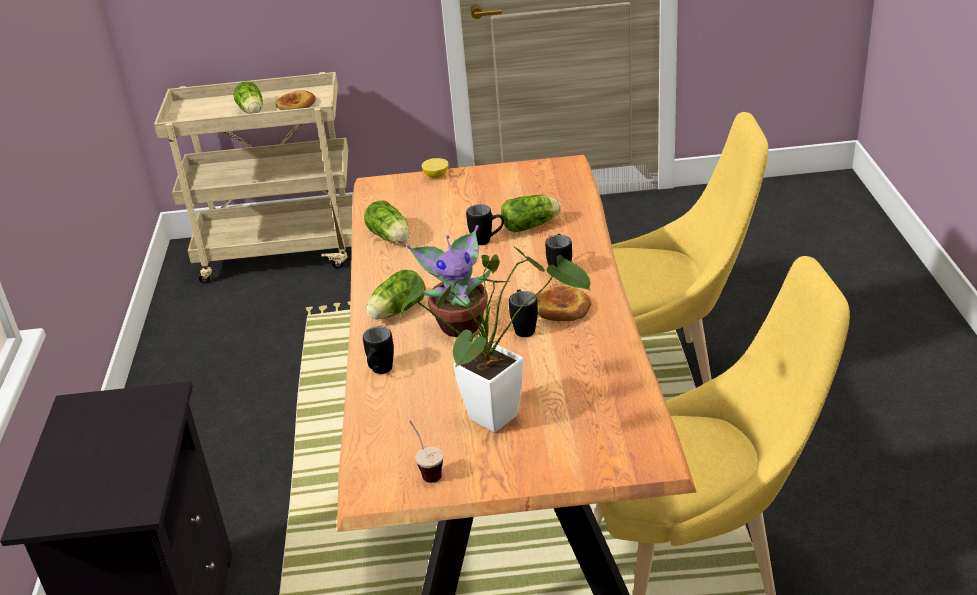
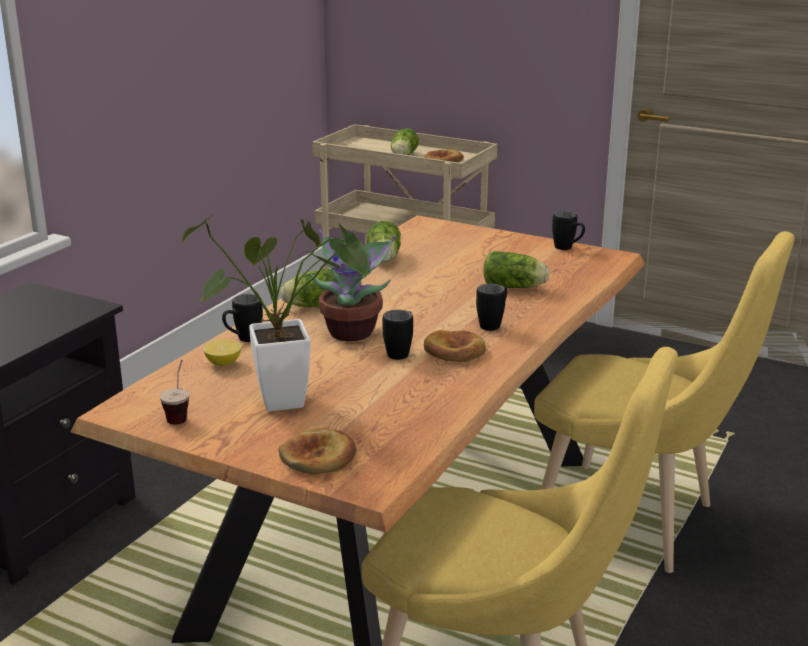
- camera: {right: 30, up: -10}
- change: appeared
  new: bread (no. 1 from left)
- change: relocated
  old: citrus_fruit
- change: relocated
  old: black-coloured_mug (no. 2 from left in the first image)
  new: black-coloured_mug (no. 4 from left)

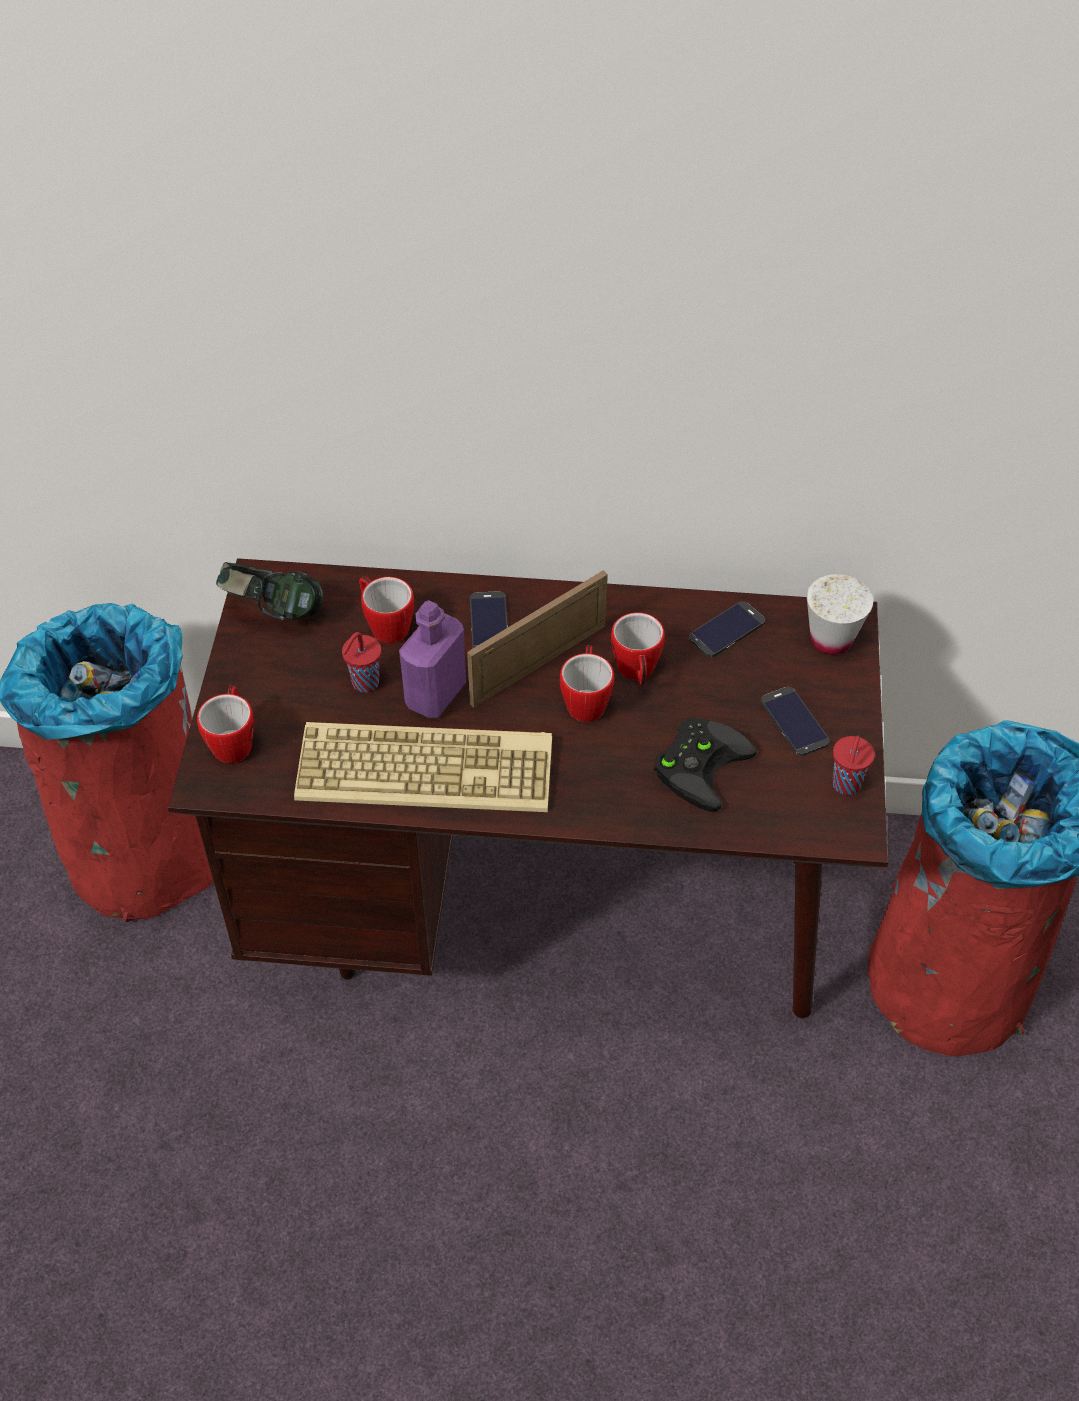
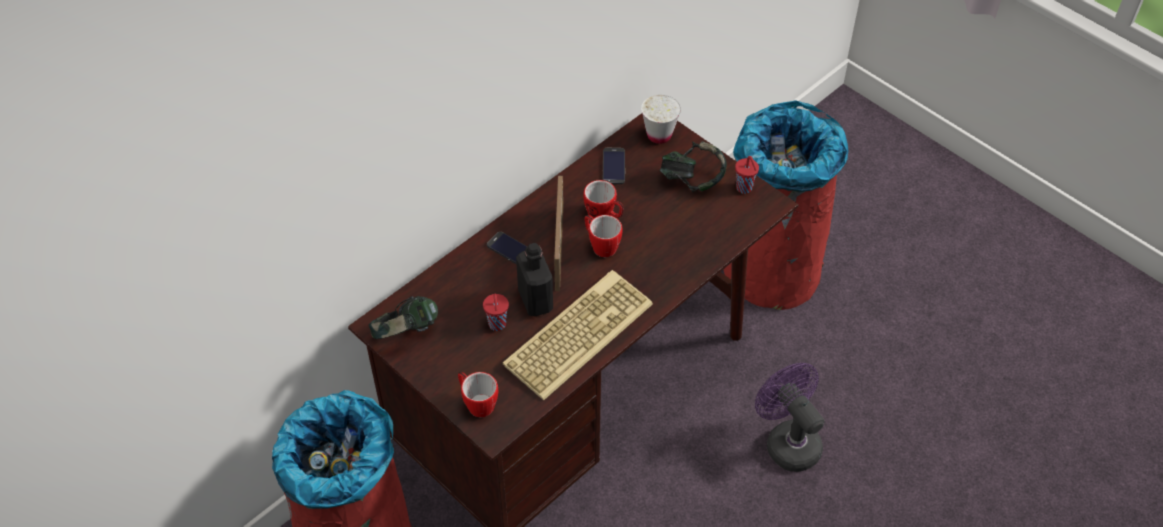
- camera: {right: -50, up: 0}
- change: missing
  old: mug (no. 2 from left)
- change: missing
  old: black-coloured_joypad
- change: appeared
  new: purple_electric_fan
- change: exchanged
  old: handset (no. 3 from left)
  new: pair_of_headphones (no. 2 from left)
- change: colour
  old: purple_beverage_bottle
  new: black-coloured_beverage_bottle

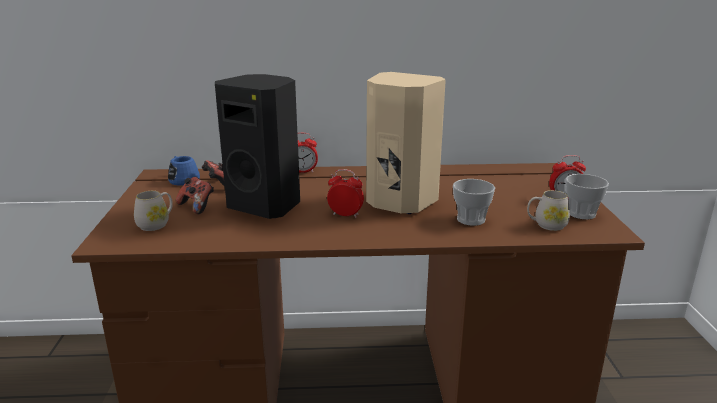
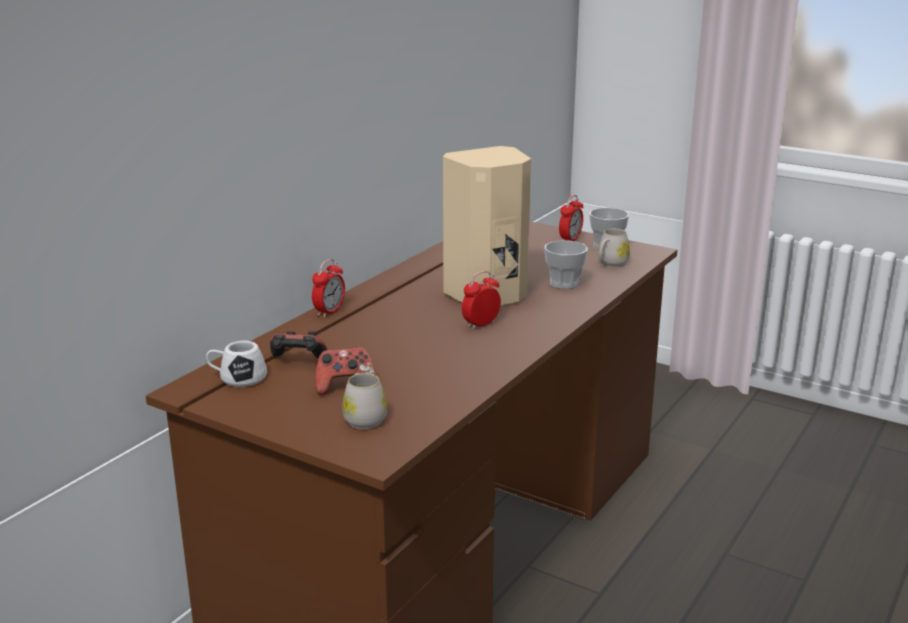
- camera: {right: -55, up: 0}
- change: missing
  old: black-coloured_audio_speaker
- change: colour
  old: blue-coloured_mug
  new: whitish_mug (no. 1 from left)

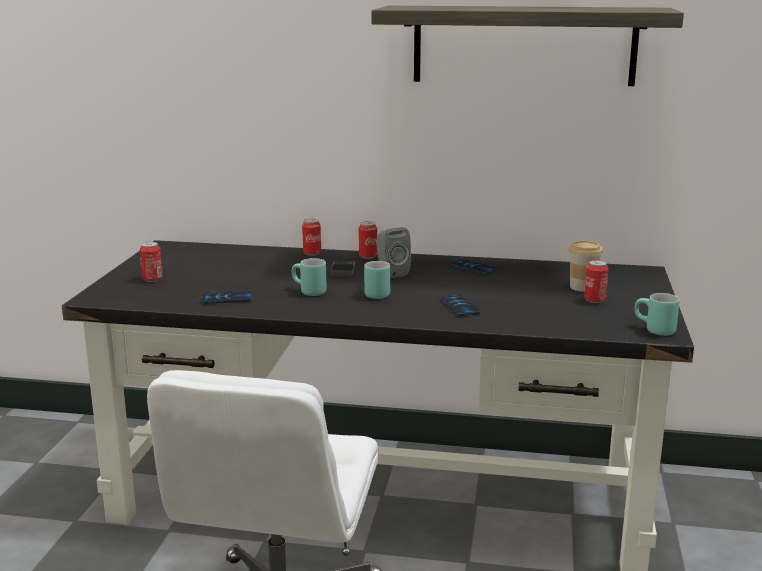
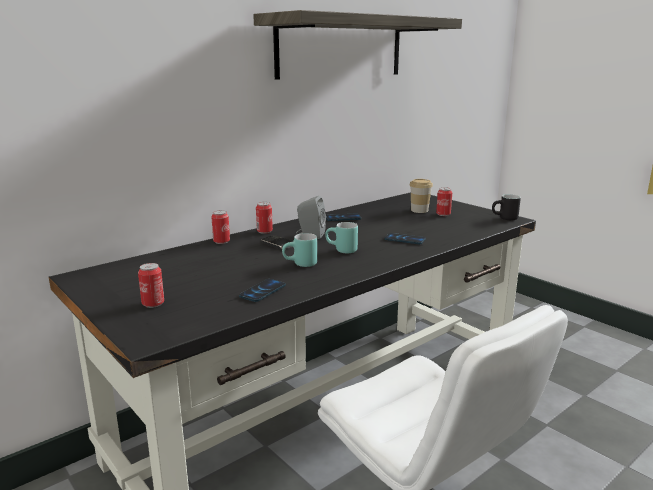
- camera: {right: -50, up: 0}
- change: colour
  old: blue-green_mug (no. 3 from left)
  new: black-coloured_mug

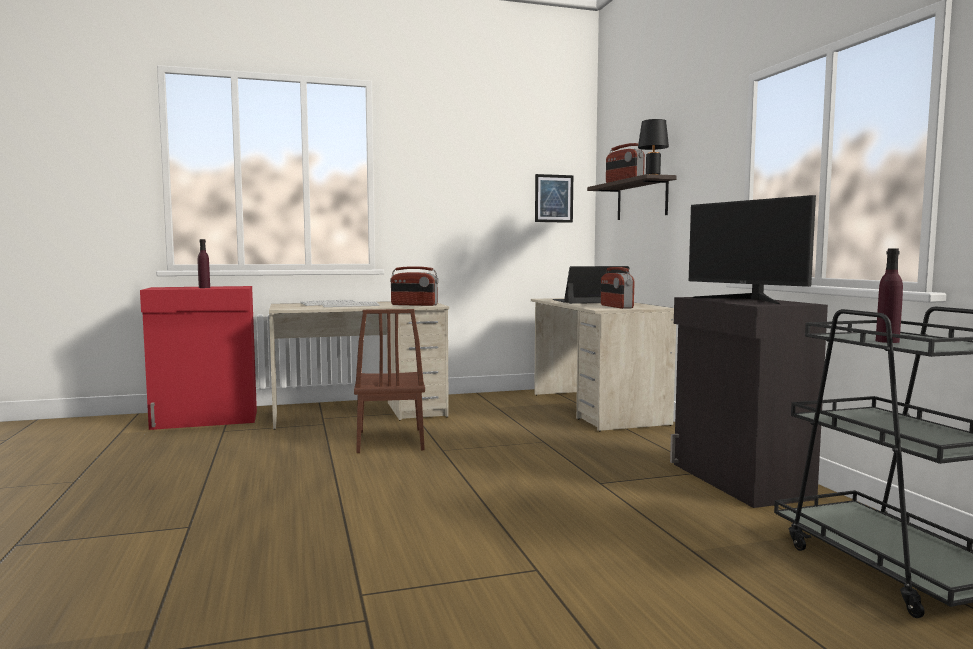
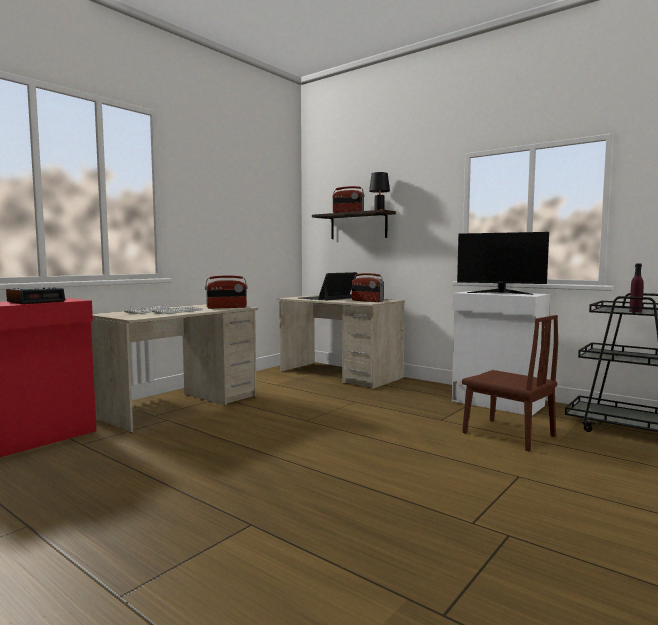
- camera: {right: -35, up: 0}
- change: missing
  old: picture
- change: relocated
  old: brown-coloured_plain_chair
- change: exchanged
  old: purple_beverage_bottle (no. 1 from left)
  new: bedside_clock
- change: colour
  old: black-coloured_cupboard
  new: whitish_cupboard

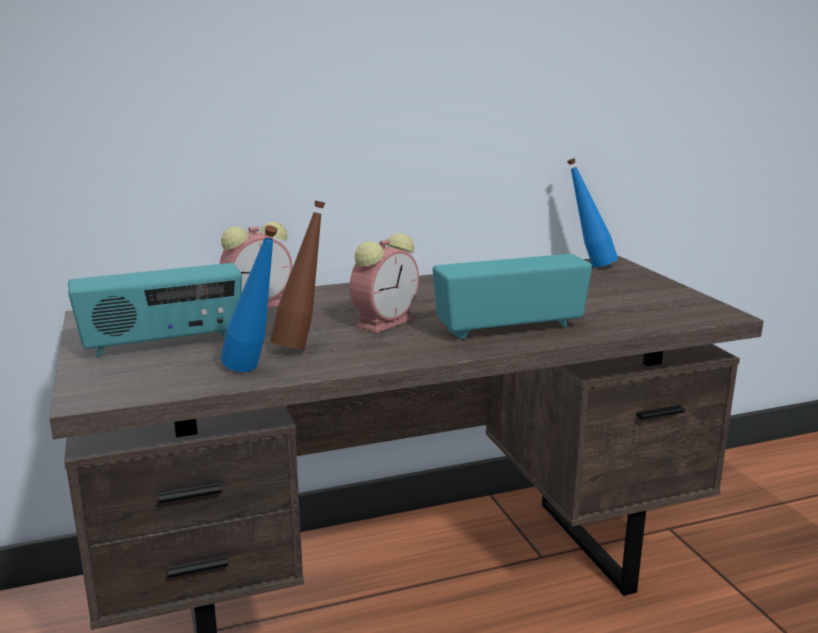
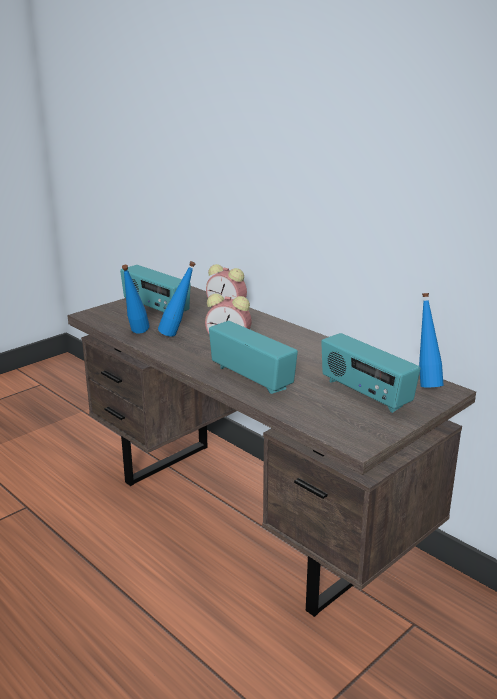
- camera: {right: 65, up: 5}
- change: appeared
  new: radio_receiver (no. 3 from left)
- change: colour
  old: brown-coloured_beverage_bottle
  new: blue-coloured_beverage_bottle (no. 2 from left)

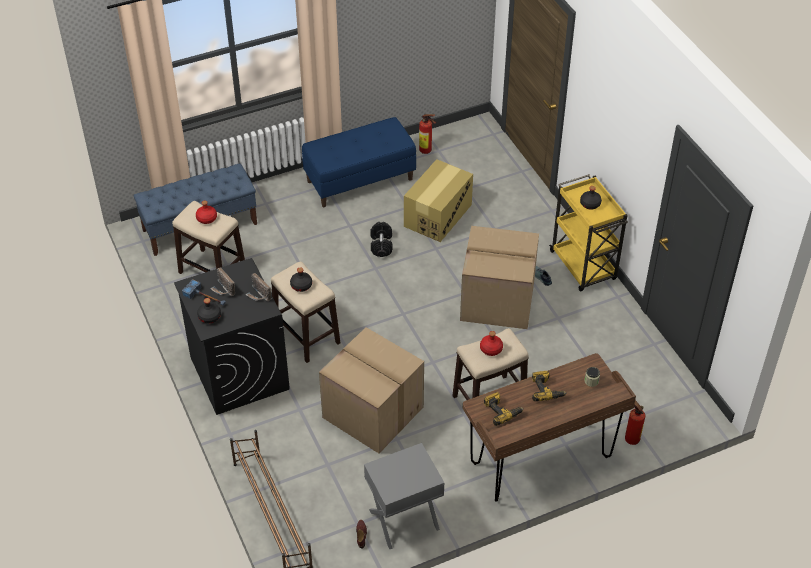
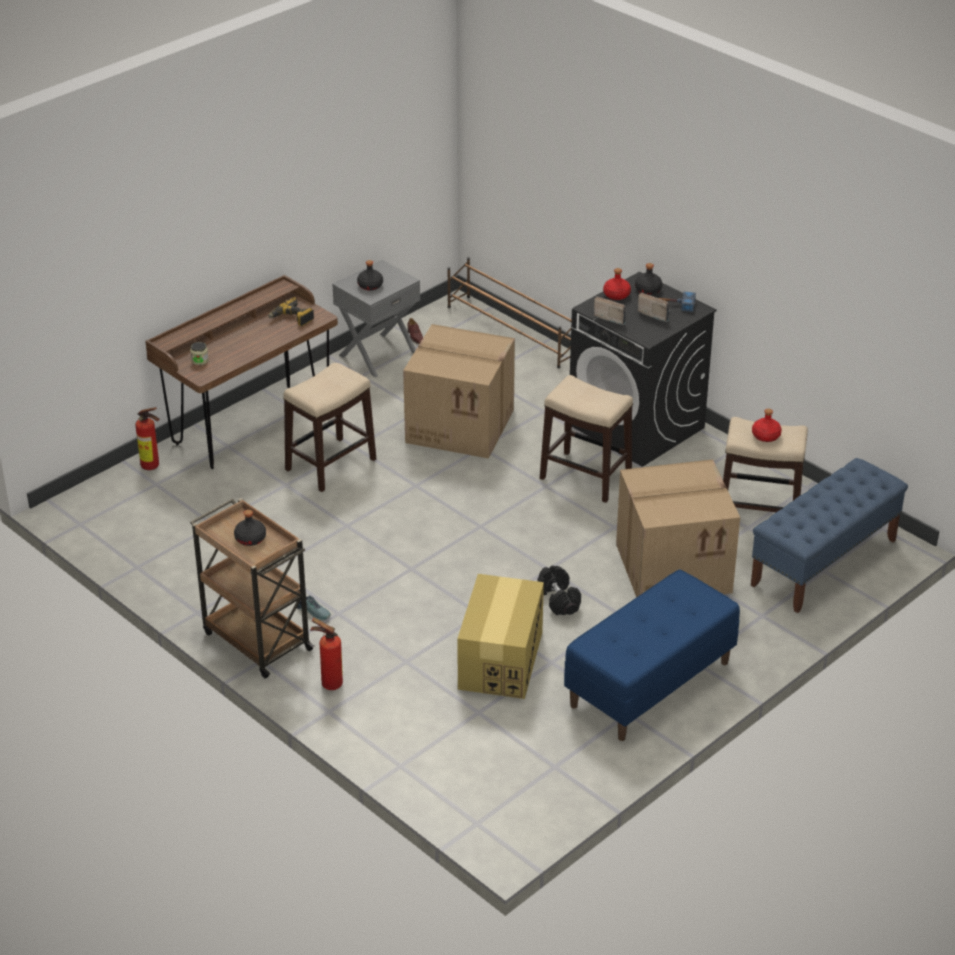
- camera: {right: 160, up: -10}
- change: missing
  old: power_drill (no. 2 from left)
- change: relocated
  old: black-coloured_beverage_bottle (no. 2 from left)
- change: relocated
  old: fire_extinguisher (no. 1 from left in the first image)
  new: fire_extinguisher (no. 2 from left)
- change: relocated
  old: carton (no. 3 from left)
- change: relocated
  old: red-coloured_beverage_bottle (no. 2 from left in the first image)
  new: red-coloured_beverage_bottle (no. 1 from left)
- change: colour
  old: yellow-coloured_wheeled_cart
  new: brown-coloured_wheeled_cart

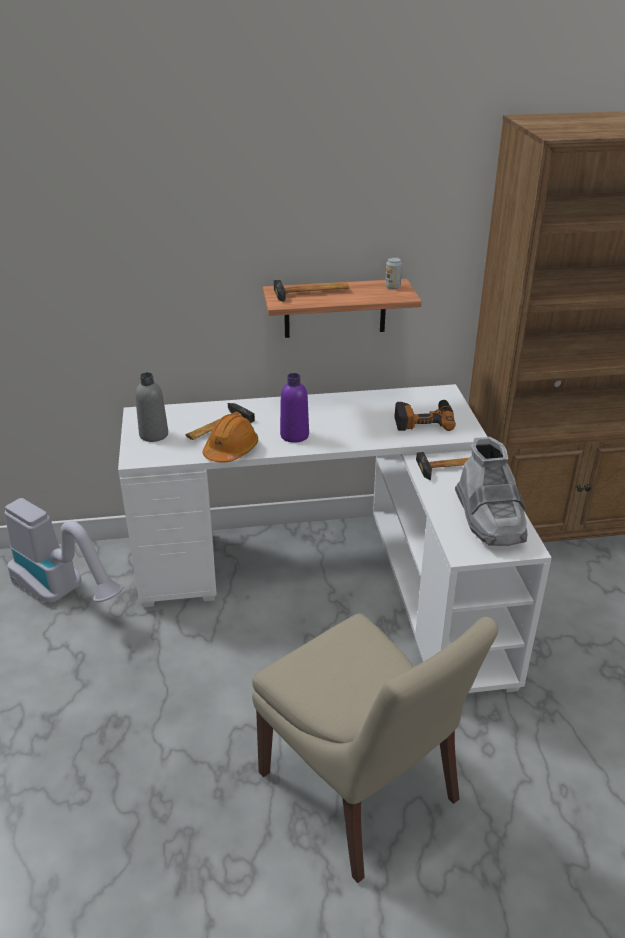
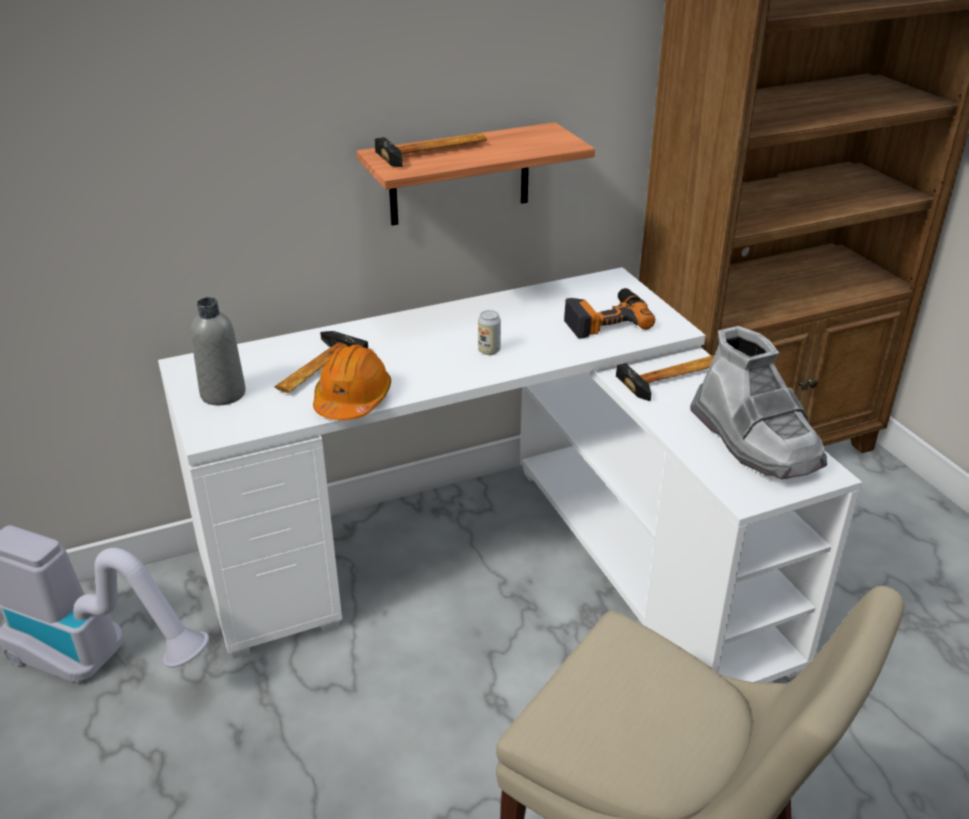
- camera: {right: -15, up: 0}
- change: missing
  old: purple_beverage_bottle
- change: relocated
  old: can

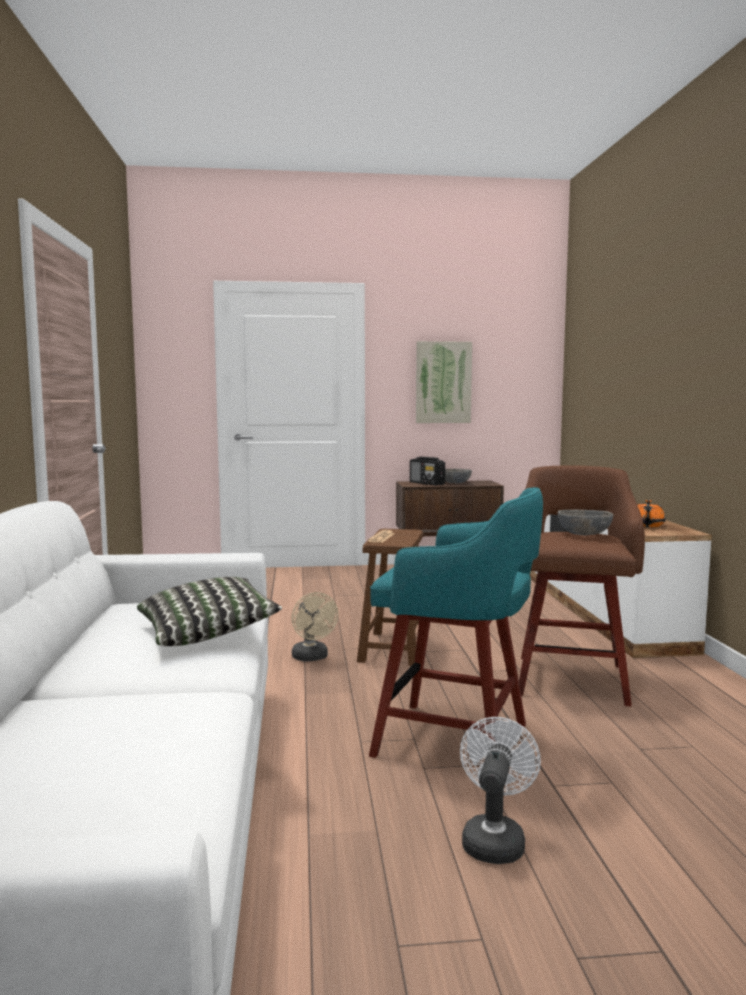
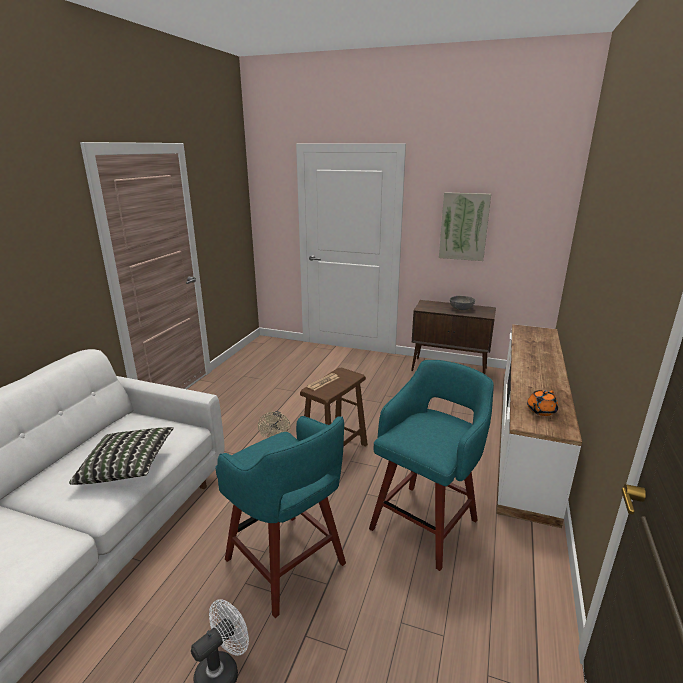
- camera: {right: 25, up: 15}
- change: missing
  old: radio_receiver
- change: missing
  old: grey_deep_dish (no. 2 from left)
- change: colour
  old: brown-coloured_stool_seat (no. 2 from left)
  new: blue-green_stool_seat (no. 2 from left)

